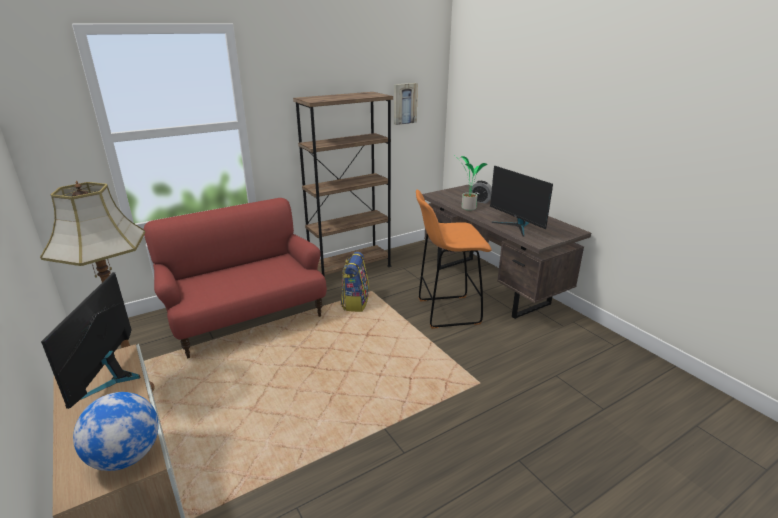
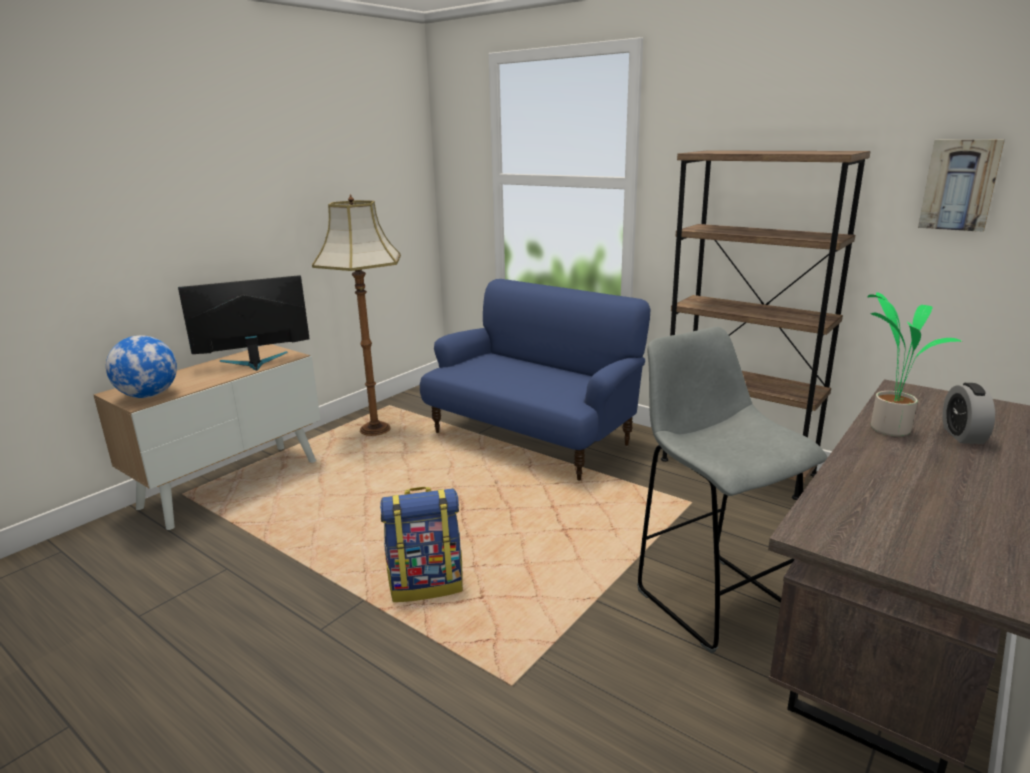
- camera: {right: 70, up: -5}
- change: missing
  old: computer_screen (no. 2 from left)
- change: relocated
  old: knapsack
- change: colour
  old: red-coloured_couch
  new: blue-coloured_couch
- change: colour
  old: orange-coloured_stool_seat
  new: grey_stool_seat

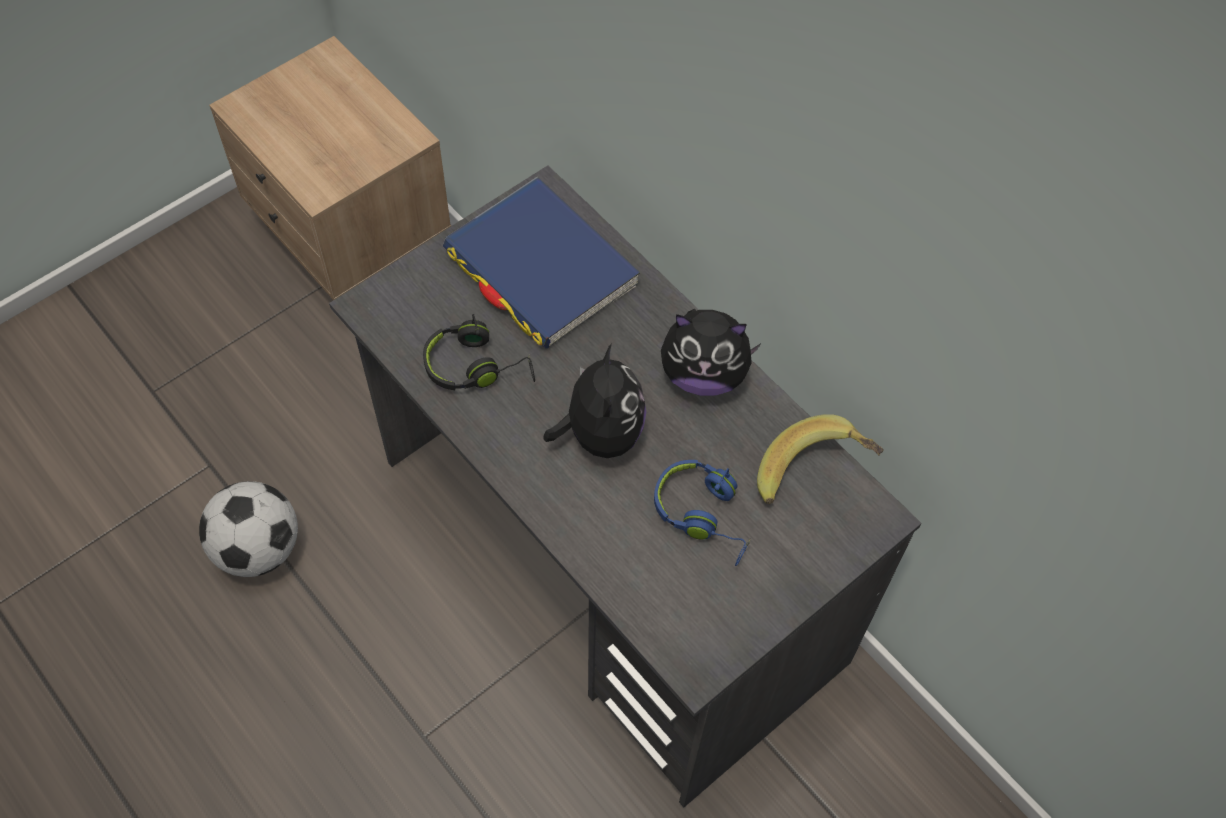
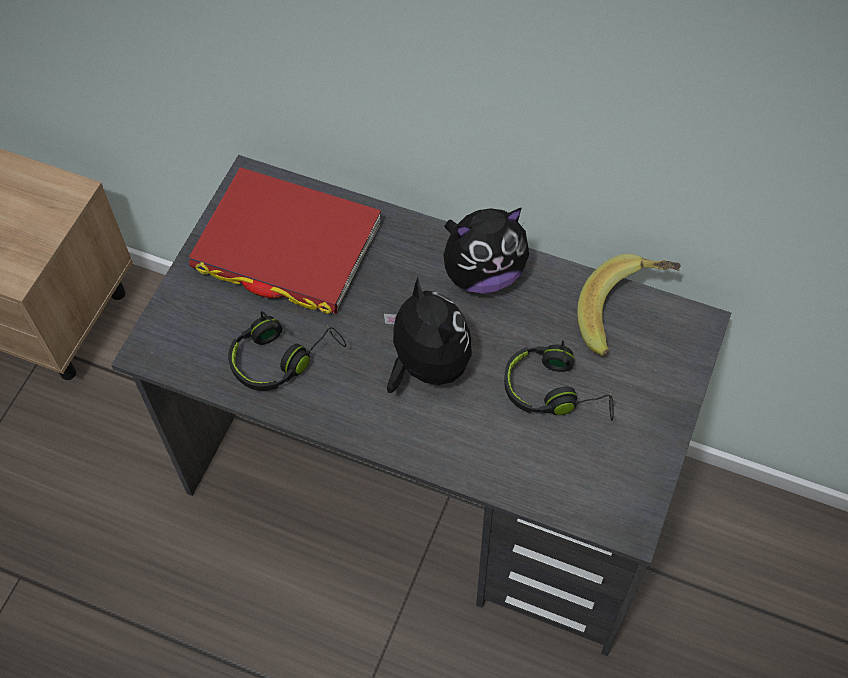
- camera: {right: -25, up: 0}
- change: missing
  old: ball_for_football
- change: colour
  old: blue-coloured_bound_book
  new: red-coloured_bound_book
- change: colour
  old: blue-coloured_pair_of_headphones
  new: black-coloured_pair_of_headphones (no. 2 from left)

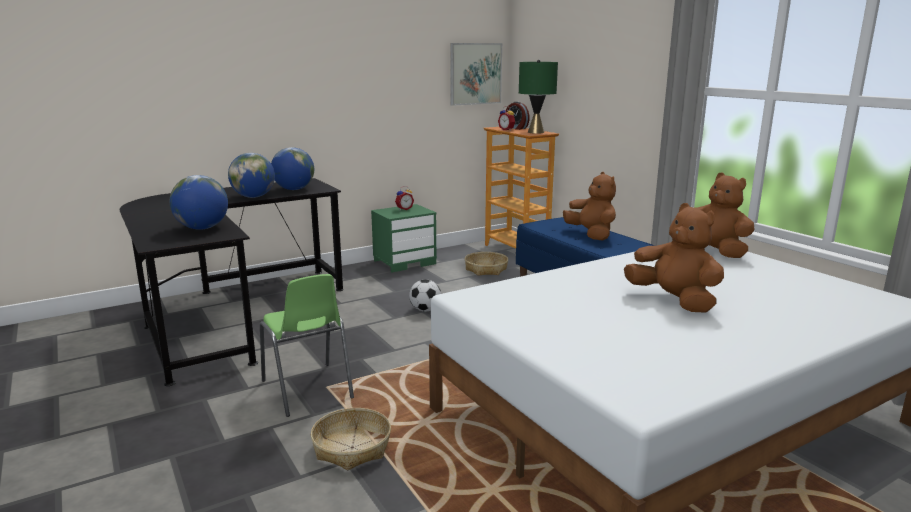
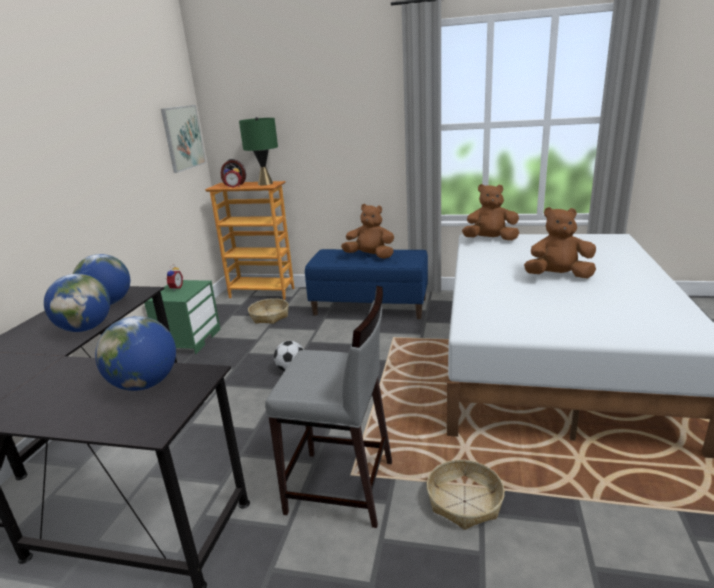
- camera: {right: -45, up: 5}
- change: exchanged
  old: greenish_plain_chair
  new: grey_stool_seat

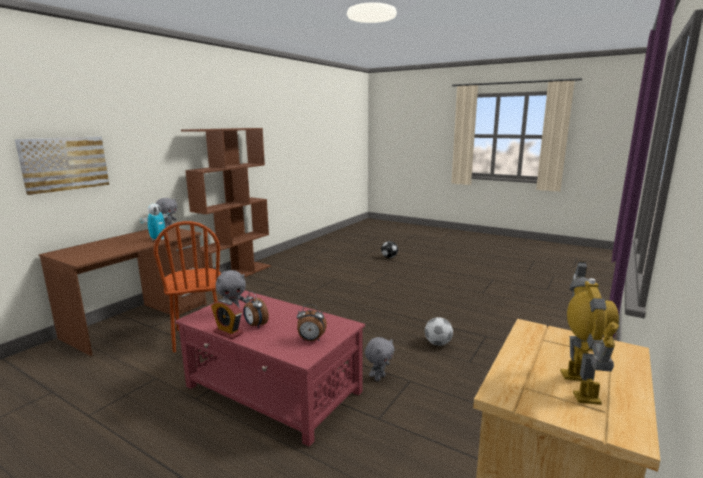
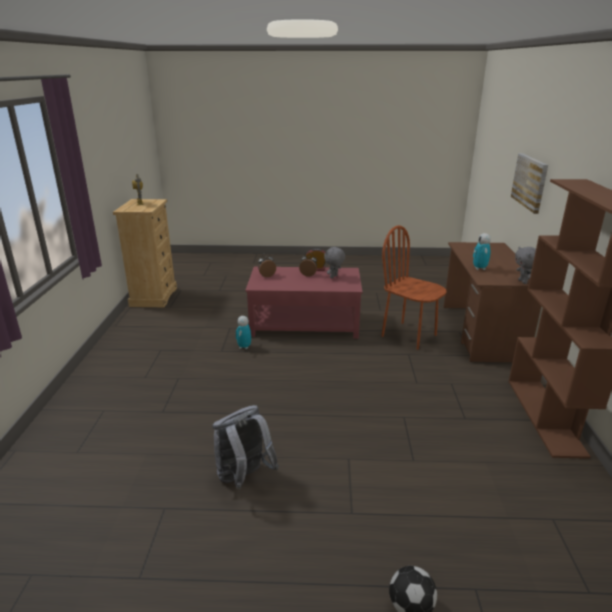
- camera: {right: 150, up: 10}
- change: missing
  old: ball_for_football (no. 2 from left)
- change: appeared
  new: grey_knapsack
- change: exchanged
  old: grey_soft_toy (no. 3 from left)
  new: model_robot (no. 2 from left)

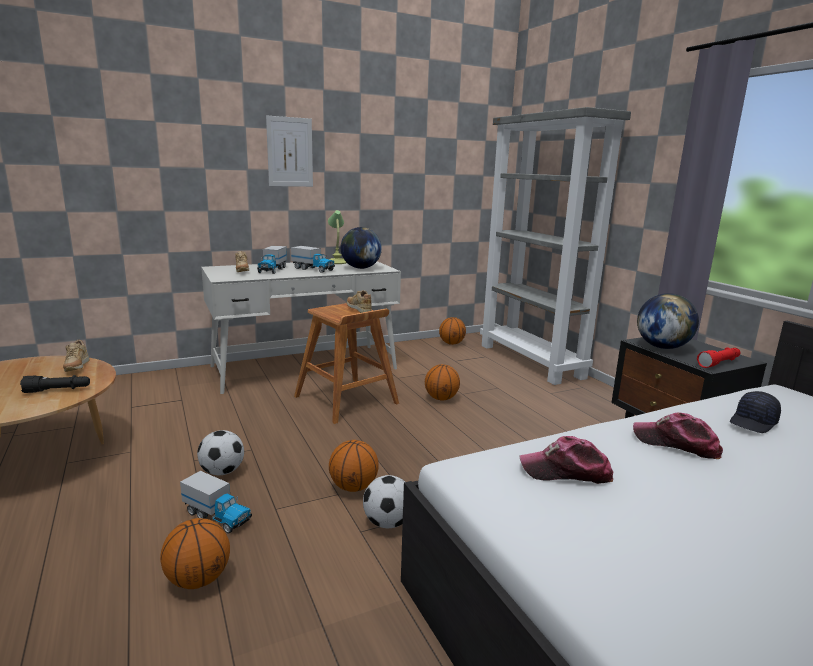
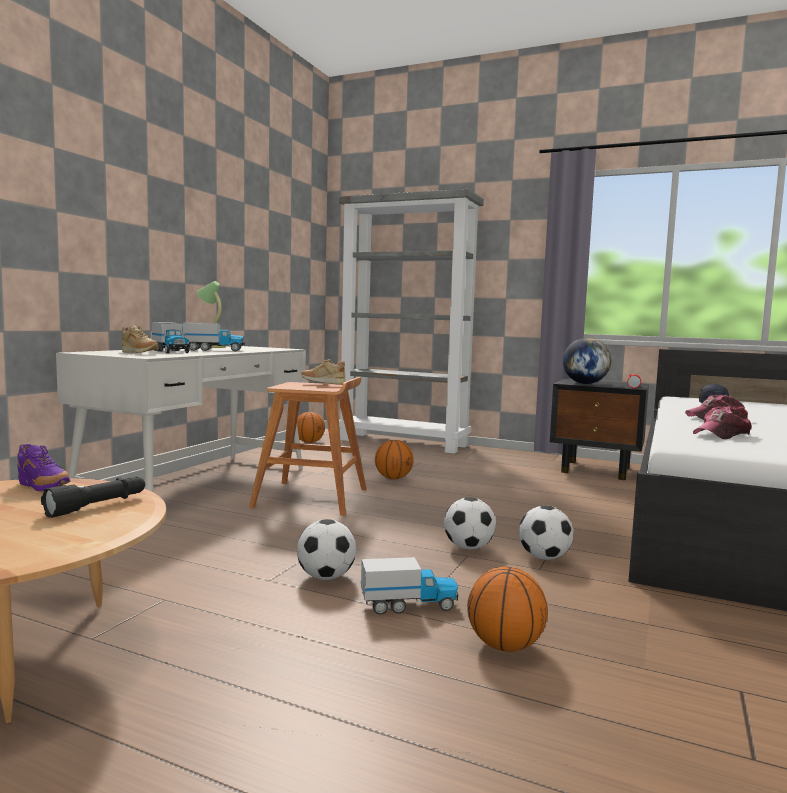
- camera: {right: -40, up: -10}
- change: missing
  old: picture
- change: missing
  old: world_globe (no. 1 from left)
- change: exchanged
  old: basketball_ball (no. 2 from left)
  new: ball_for_football (no. 2 from left)
- change: colour
  old: beige_item_of_footwear (no. 1 from left)
  new: purple_item_of_footwear

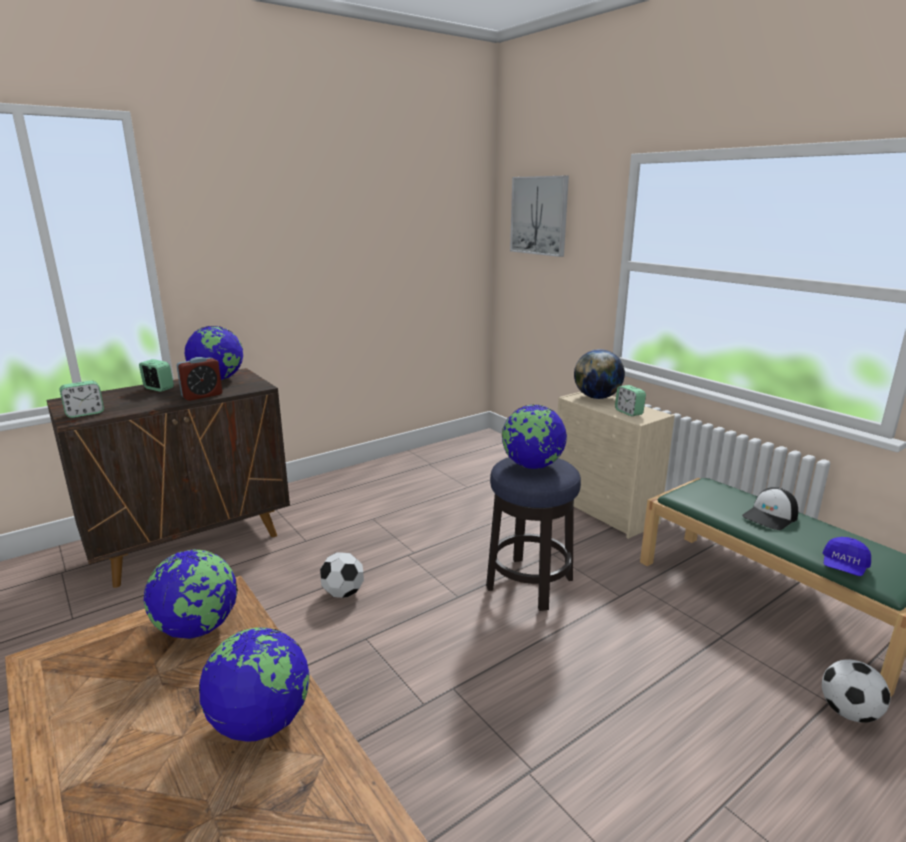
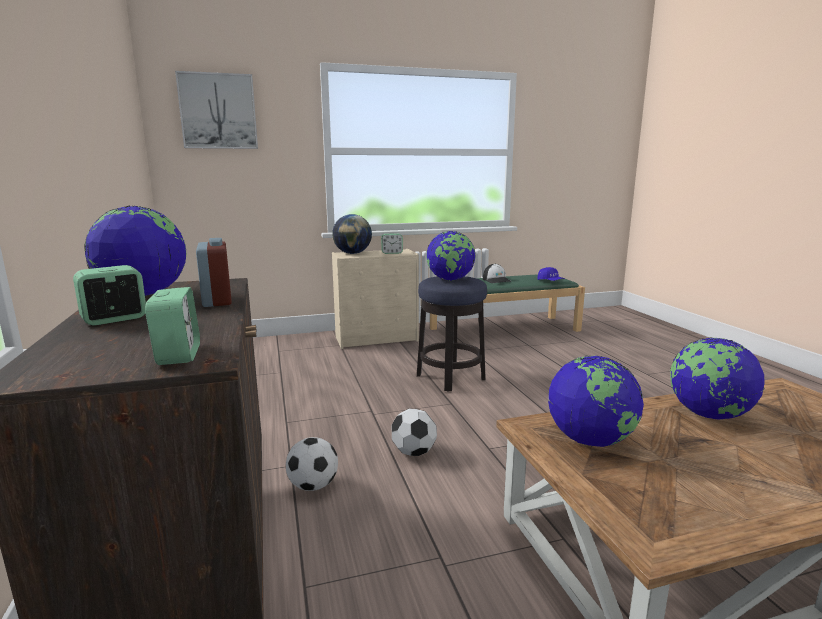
- camera: {right: -70, up: -5}
- change: relocated
  old: ball_for_football (no. 2 from left in the first image)
  new: ball_for_football (no. 1 from left)

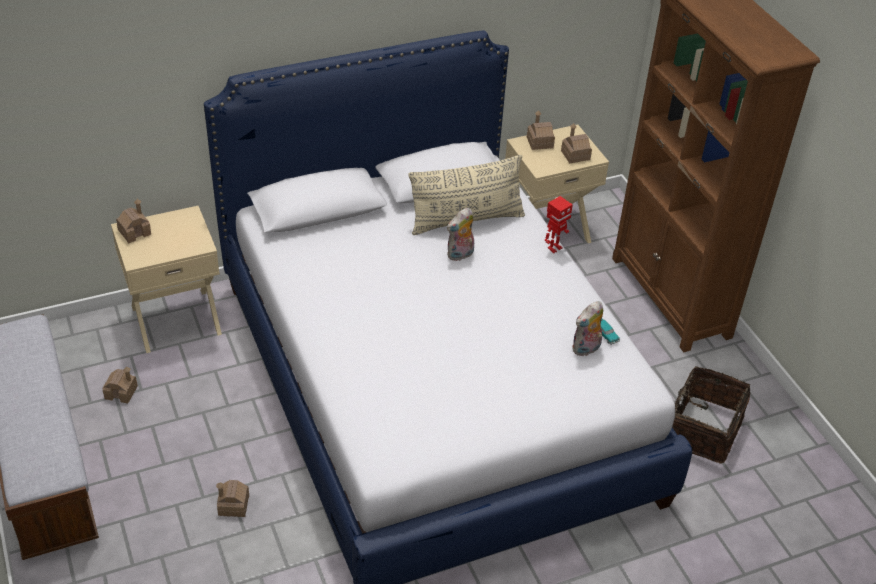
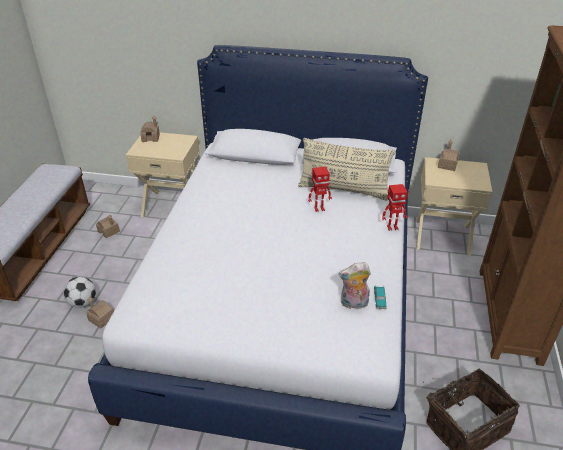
- camera: {right: 35, up: -5}
- change: missing
  old: miniature_house (no. 5 from left)
- change: appeared
  new: ball_for_football
- change: exchanged
  old: soft_toy (no. 1 from left)
  new: model_robot (no. 1 from left)

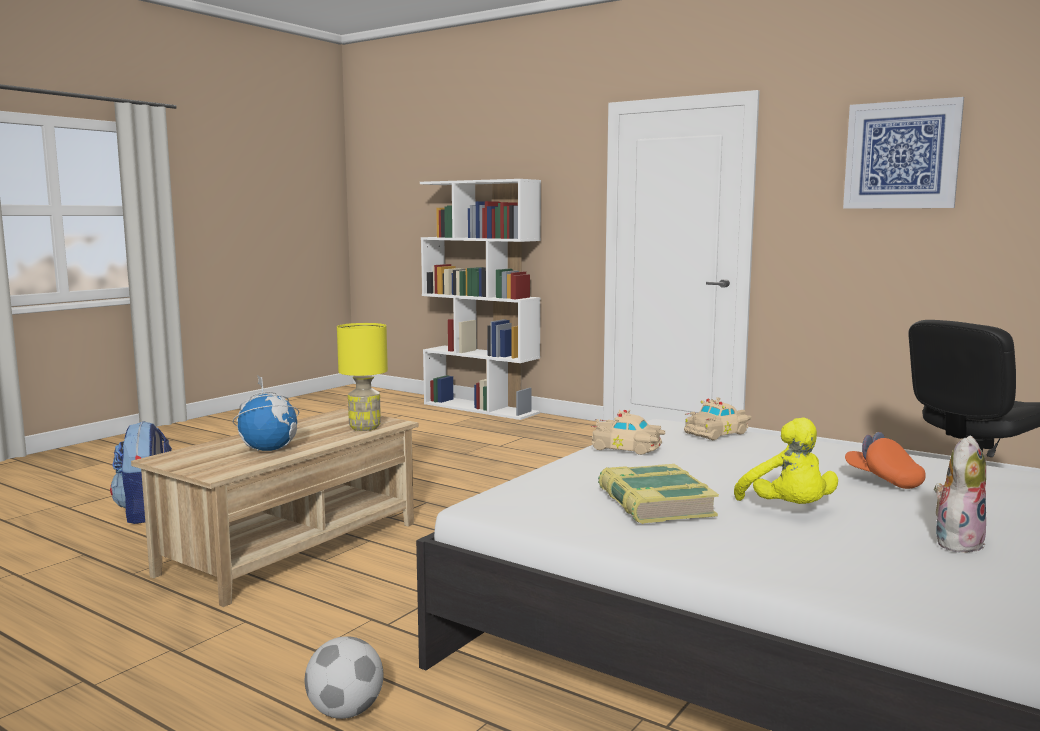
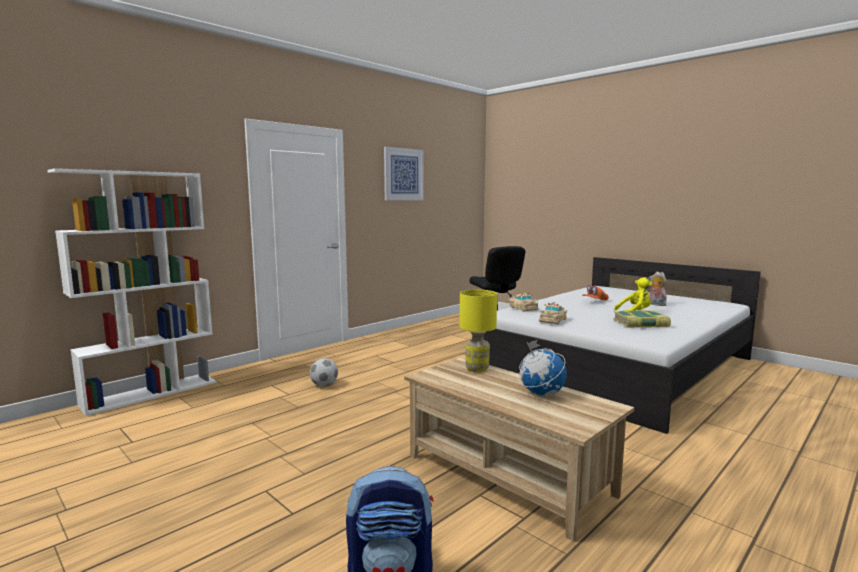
- camera: {right: -80, up: 0}
- change: relocated
  old: ball_for_football

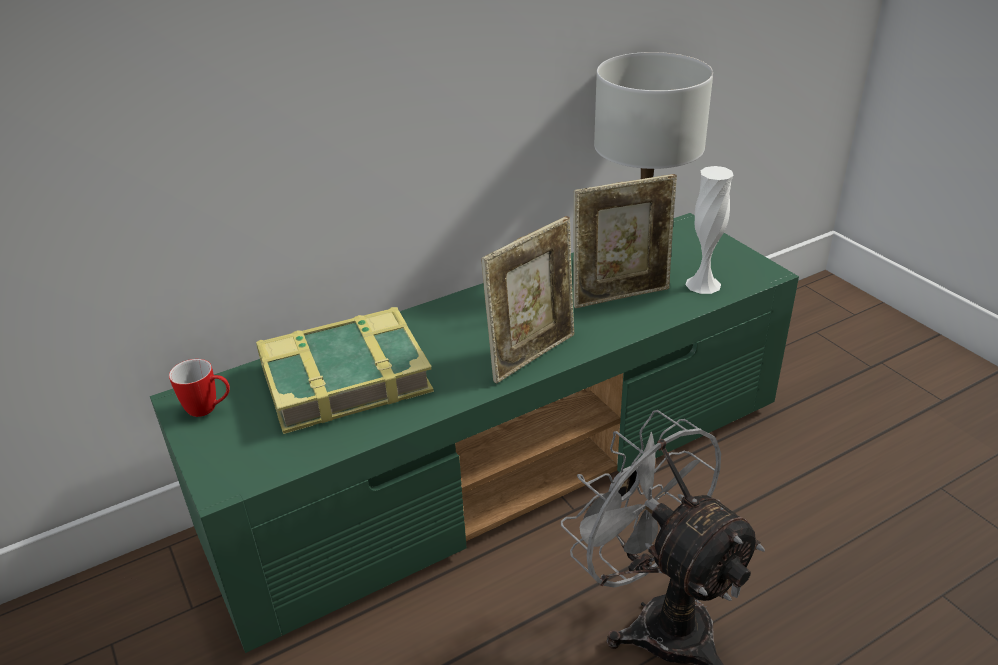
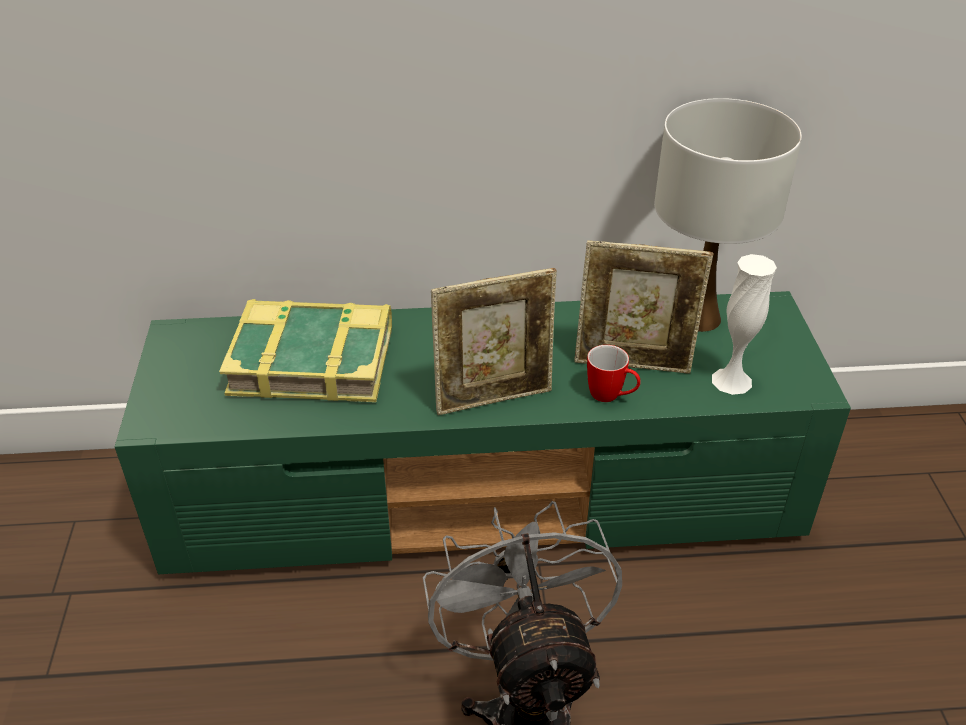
- camera: {right: 25, up: 5}
- change: relocated
  old: mug

